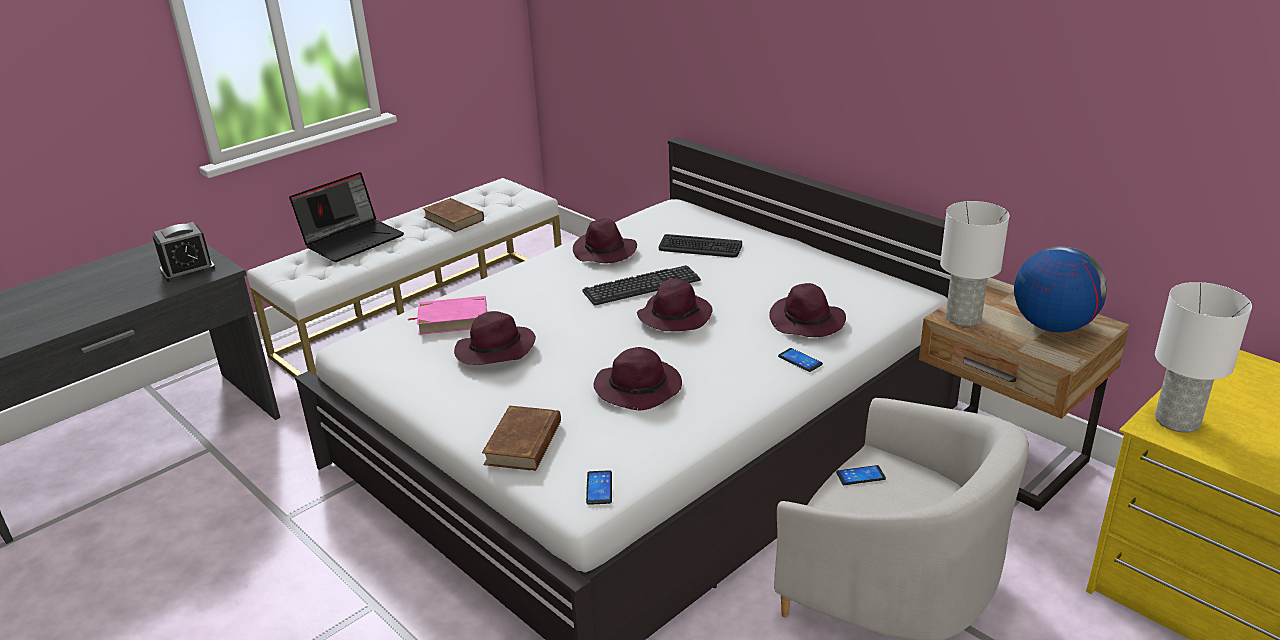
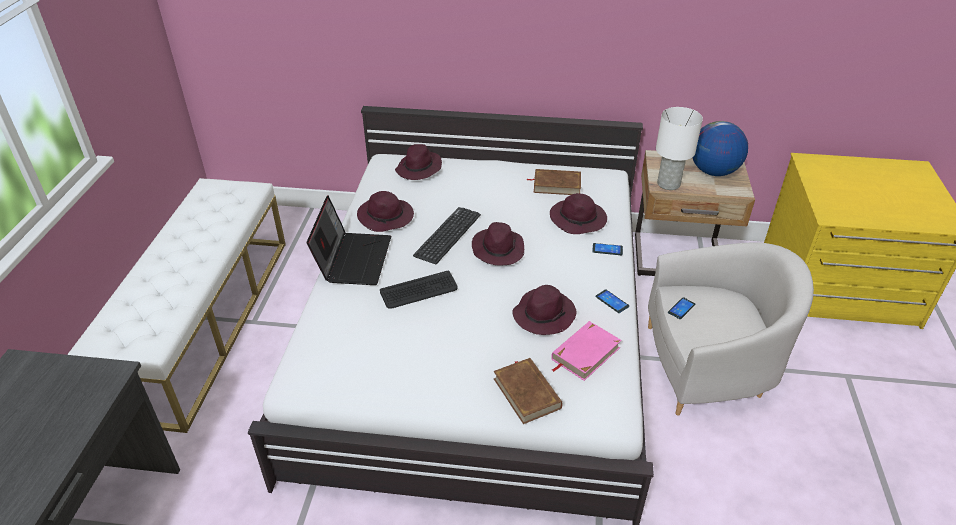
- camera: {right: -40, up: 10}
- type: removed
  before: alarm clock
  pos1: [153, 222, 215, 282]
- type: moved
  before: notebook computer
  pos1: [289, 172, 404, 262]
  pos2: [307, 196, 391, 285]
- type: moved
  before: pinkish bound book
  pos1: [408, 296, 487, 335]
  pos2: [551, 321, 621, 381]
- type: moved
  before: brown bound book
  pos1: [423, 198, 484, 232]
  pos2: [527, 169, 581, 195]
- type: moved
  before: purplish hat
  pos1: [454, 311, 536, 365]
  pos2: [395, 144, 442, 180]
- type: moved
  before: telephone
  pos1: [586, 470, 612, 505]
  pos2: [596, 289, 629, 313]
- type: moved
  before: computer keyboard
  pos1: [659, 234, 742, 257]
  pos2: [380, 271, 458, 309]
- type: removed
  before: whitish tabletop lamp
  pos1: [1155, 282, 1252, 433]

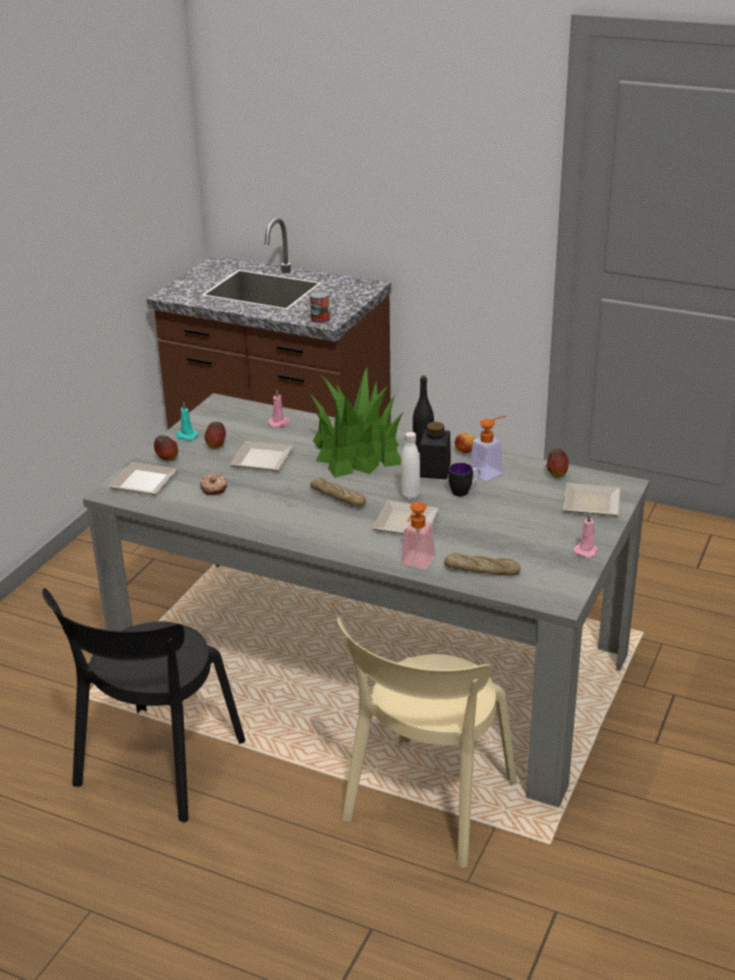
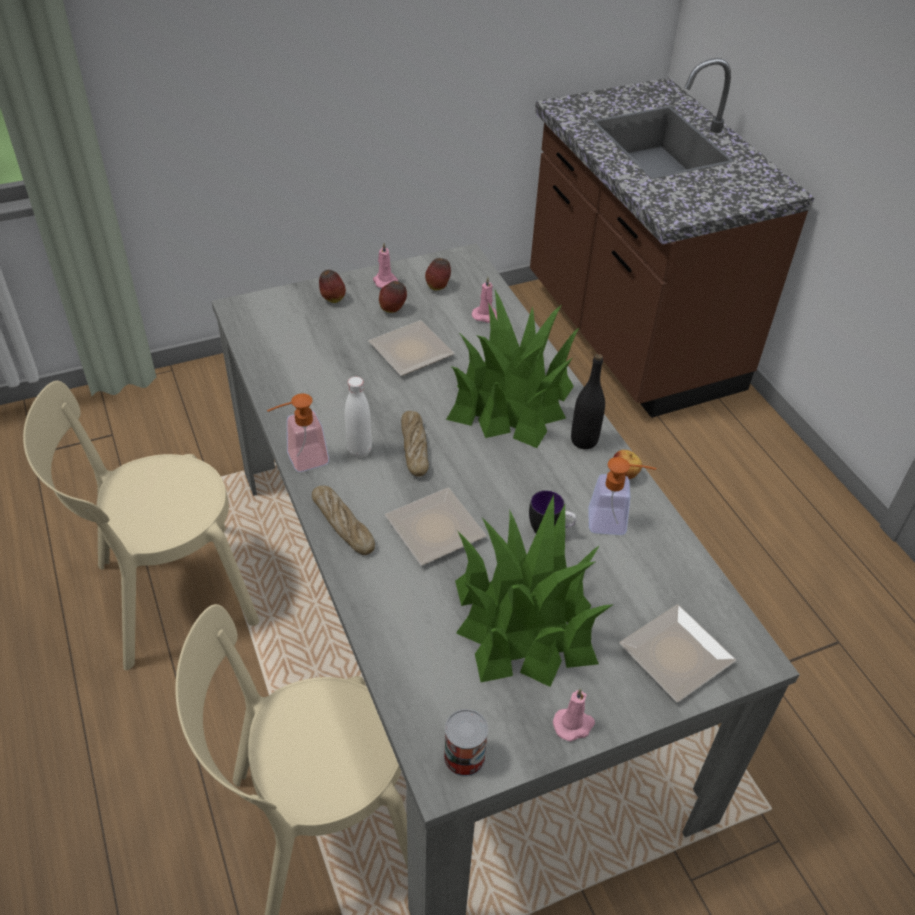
- camera: {right: 40, up: 15}
- type: recoloured
  before: black upright chair
  after: beige upright chair
  pos1: [42, 588, 245, 822]
  pos2: [23, 381, 259, 670]
- type: removed
  before: plate
  pos1: [109, 462, 178, 495]
- type: recoloured
  before: blue-green candle
  after: pinkish candle
  pos1: [176, 402, 198, 440]
  pos2: [373, 243, 398, 288]
- type: removed
  before: ring doughnut
  pos1: [200, 473, 227, 495]
- type: moved
  before: can
  pos1: [310, 290, 330, 324]
  pos2: [444, 709, 488, 777]
- type: moved
  before: whitish drink bottle
  pos1: [401, 432, 420, 500]
  pos2: [345, 377, 372, 458]
- type: moved
  before: liquid soap bottle
  pos1: [401, 502, 436, 570]
  pos2: [267, 393, 329, 472]
- type: removed
  before: black storage jar
  pos1: [420, 422, 451, 479]
- type: moved
  before: bakery bread
  pos1: [444, 553, 521, 576]
  pos2: [312, 485, 375, 555]
- type: moved
  before: whole apple
  pos1: [547, 449, 568, 478]
  pos2: [425, 258, 451, 291]
- type: added
  after: plant in a pot
  pos2: [455, 495, 614, 687]

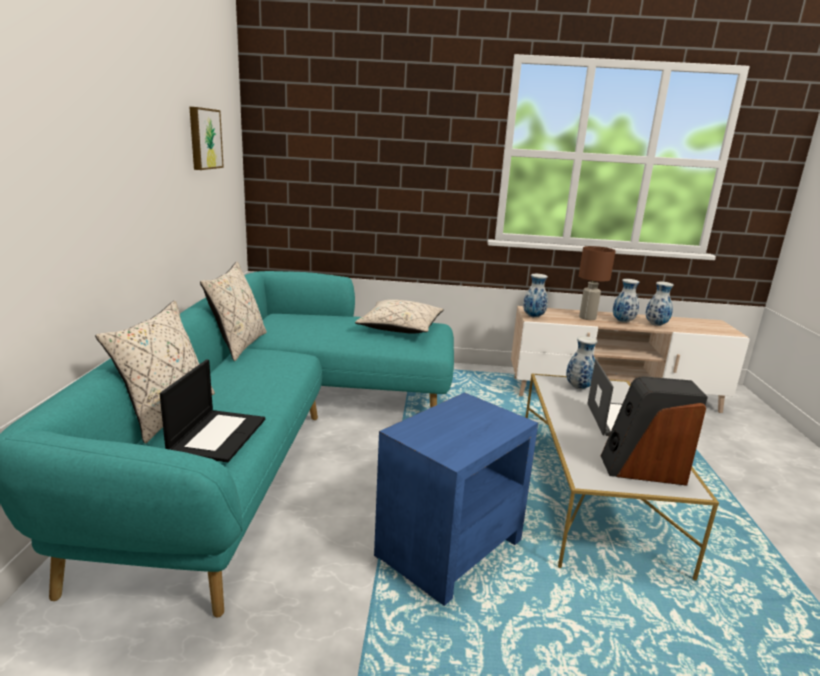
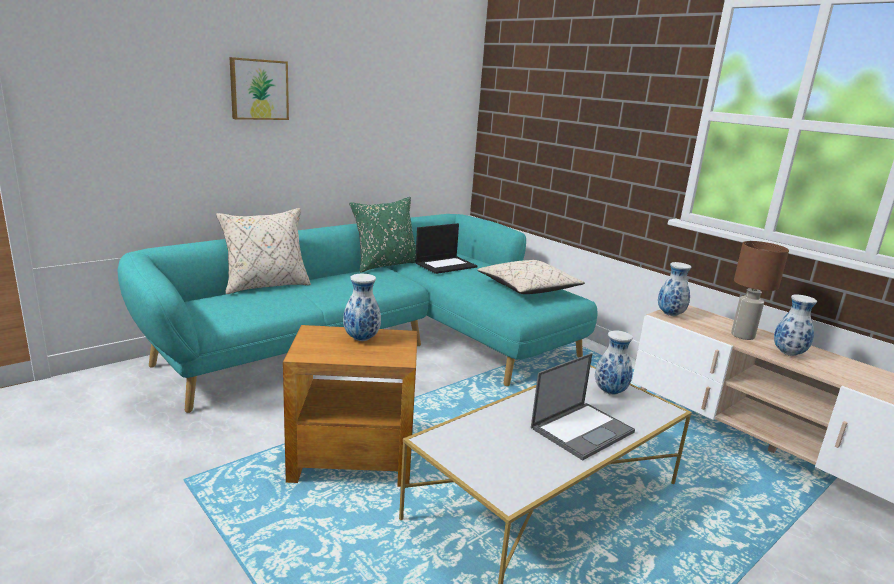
- camera: {right: 45, up: 0}
- type: moved
  before: notebook computer
  pos1: [160, 360, 265, 462]
  pos2: [415, 223, 478, 274]
- type: moved
  before: wall art
  pos1: [189, 107, 224, 170]
  pos2: [229, 57, 289, 120]
- type: recoloured
  before: beige cushion
  after: green cushion
  pos1: [200, 262, 267, 361]
  pos2: [349, 197, 416, 272]
- type: recoloured
  before: blue side table
  after: brown side table
  pos1: [374, 392, 538, 606]
  pos2: [283, 325, 417, 487]
- type: removed
  before: audio speaker
  pos1: [601, 376, 708, 486]
- type: moved
  before: vase
  pos1: [646, 282, 674, 326]
  pos2: [343, 274, 381, 341]

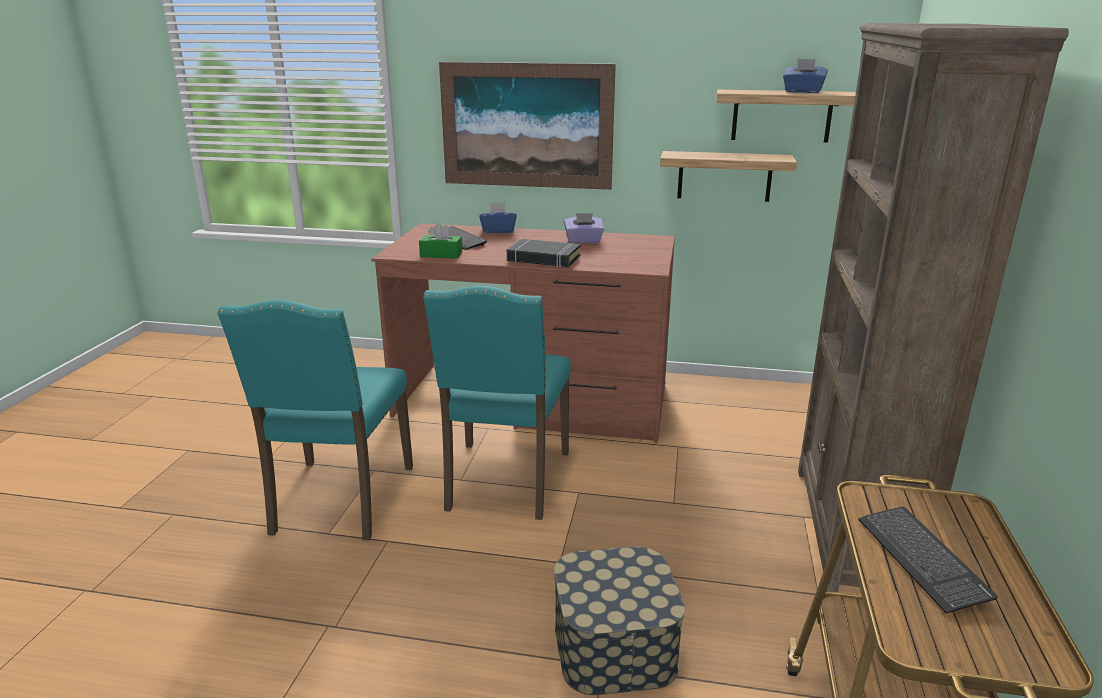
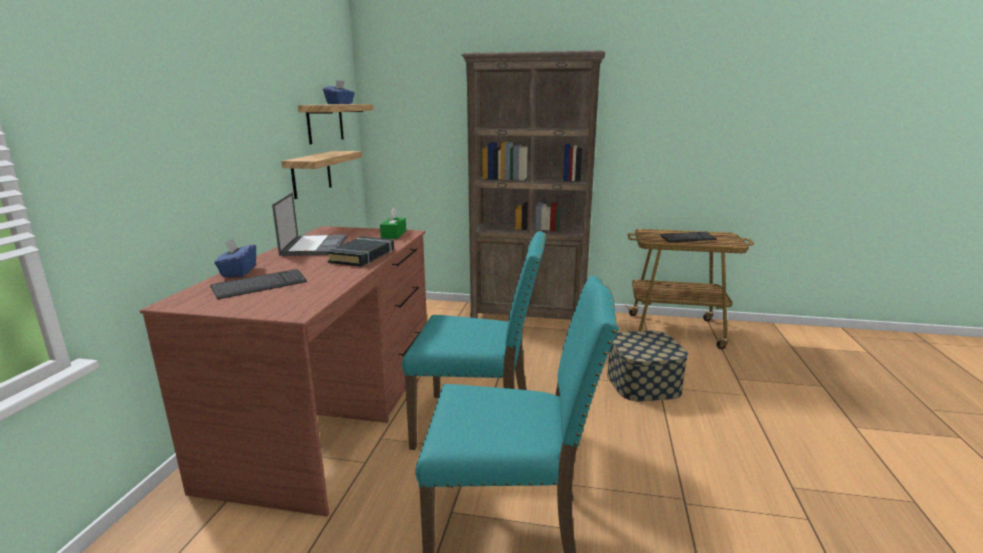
- camera: {right: -90, up: -5}
- type: moved
  before: green tissue box
  pos1: [419, 223, 462, 258]
  pos2: [380, 208, 406, 239]
- type: removed
  before: wall art
  pos1: [439, 62, 616, 190]
- type: replaced
  before: purplish tissue box
  after: notebook computer
  pos1: [564, 213, 604, 244]
  pos2: [272, 192, 347, 256]

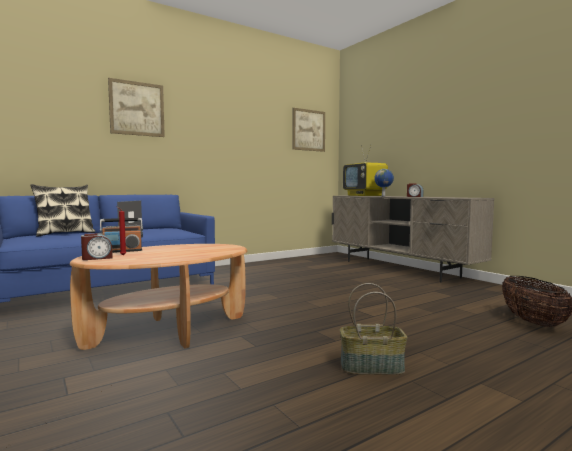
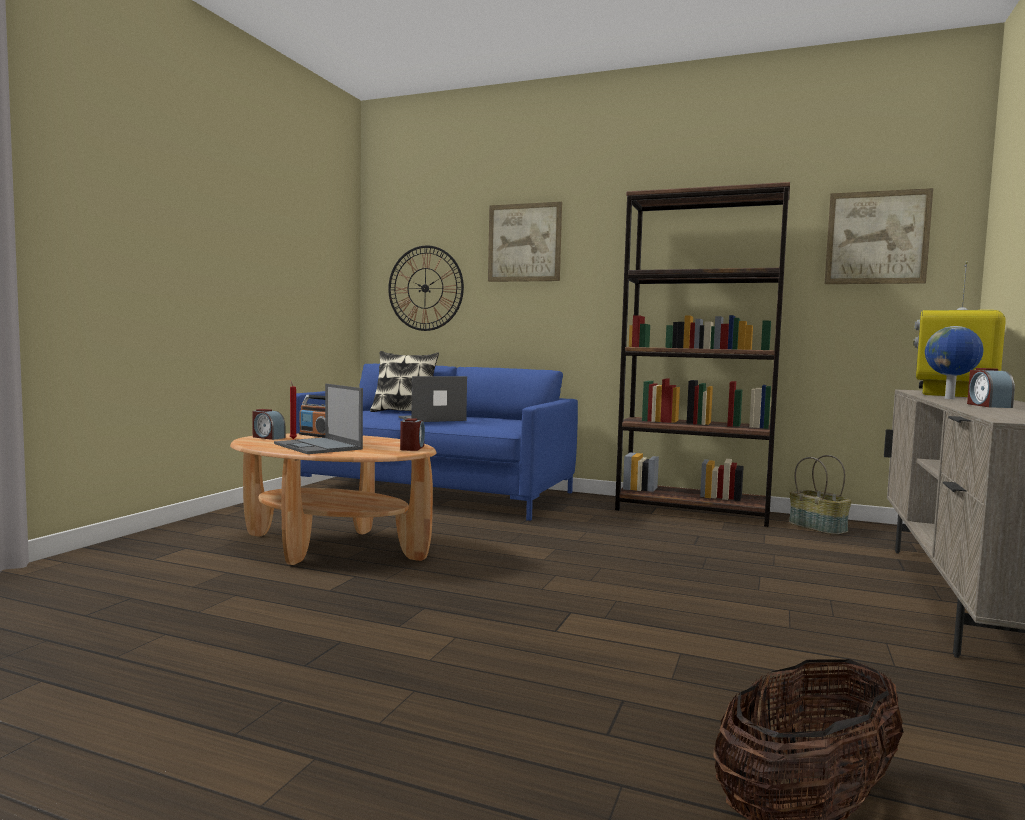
- camera: {right: 55, up: 0}
- type: moved
  before: basket
  pos1: [340, 283, 407, 375]
  pos2: [789, 455, 852, 535]
- type: added
  after: notebook computer
  pos2: [274, 384, 363, 454]
- type: added
  after: clock on the wall
  pos2: [388, 245, 464, 331]
- type: added
  after: alarm clock
  pos2: [400, 418, 425, 451]
- type: added
  after: brown bookshelf
  pos2: [615, 182, 790, 527]

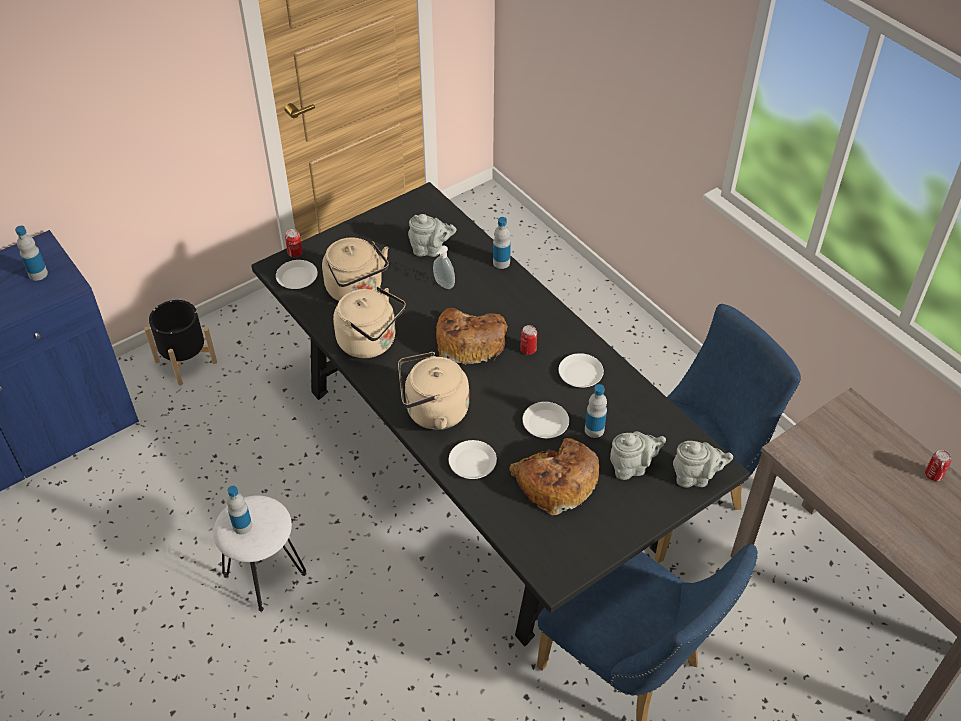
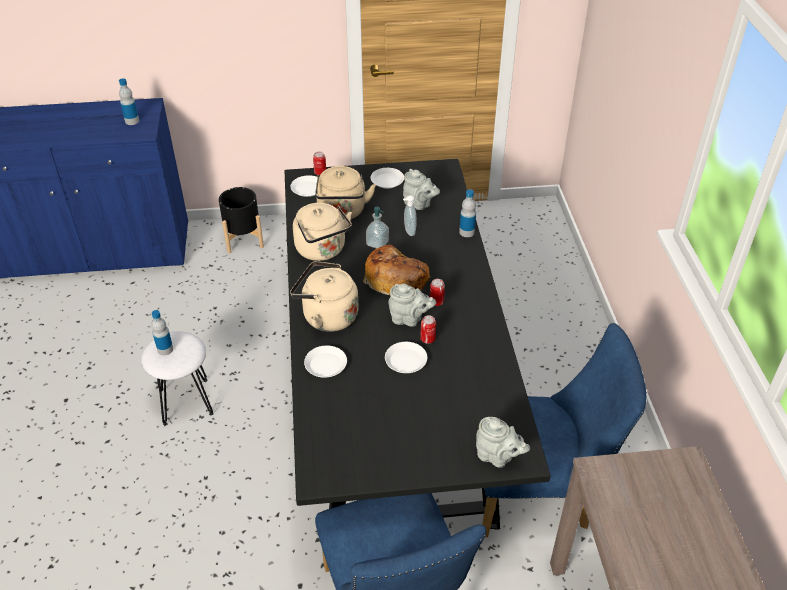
- camera: {right: 30, up: -5}
- type: removed
  before: bakery bread
  pos1: [509, 438, 599, 515]
- type: moved
  before: whitish plate
  pos1: [559, 353, 604, 388]
  pos2: [370, 168, 404, 189]
- type: removed
  before: drink bottle
  pos1: [585, 384, 607, 438]
- type: moved
  before: greyish tea pot
  pos1: [610, 431, 666, 480]
  pos2: [388, 284, 437, 327]
- type: moved
  before: can
  pos1: [925, 450, 951, 481]
  pos2: [420, 315, 436, 344]
- type: added
  after: liquid soap bottle
  pos2: [366, 207, 389, 249]

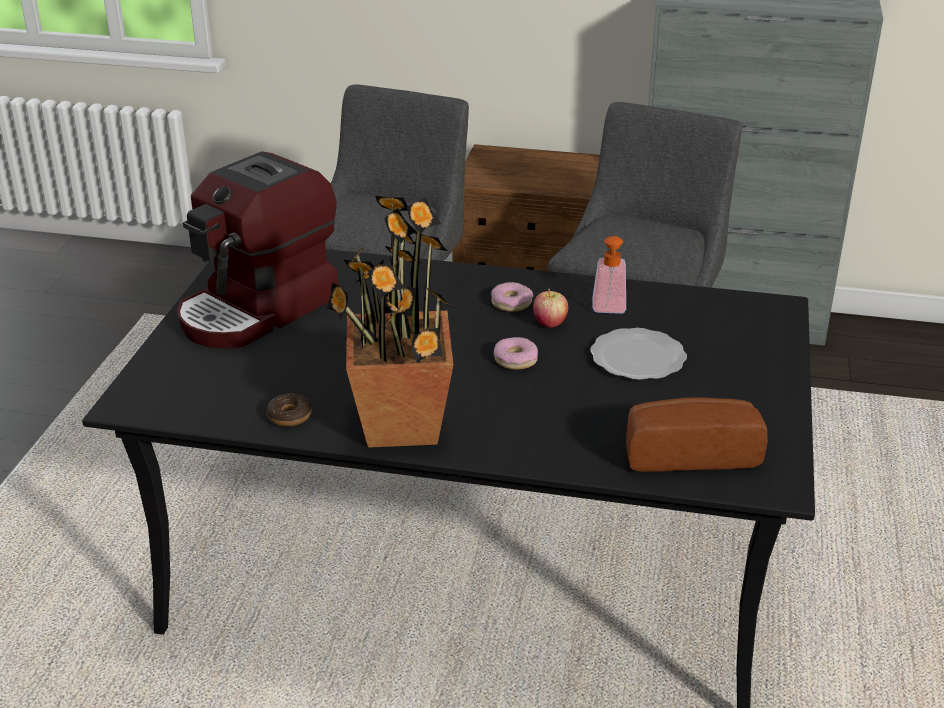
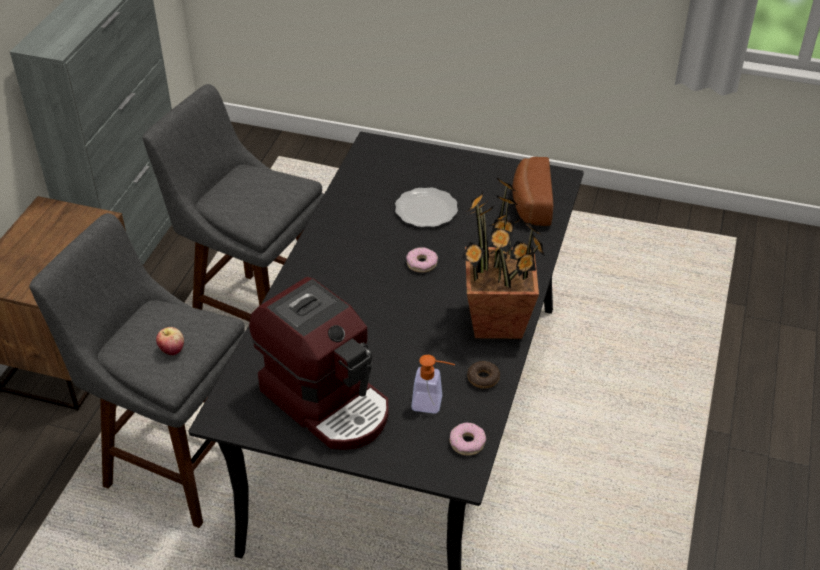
- camera: {right: -85, up: 10}
- type: moved
  before: ring doughnut
  pos1: [491, 282, 533, 312]
  pos2: [450, 423, 486, 455]
- type: moved
  before: whole apple
  pos1: [533, 289, 568, 328]
  pos2: [156, 327, 184, 355]
- type: moved
  before: liquid soap bottle
  pos1: [593, 236, 626, 314]
  pos2: [411, 355, 455, 414]

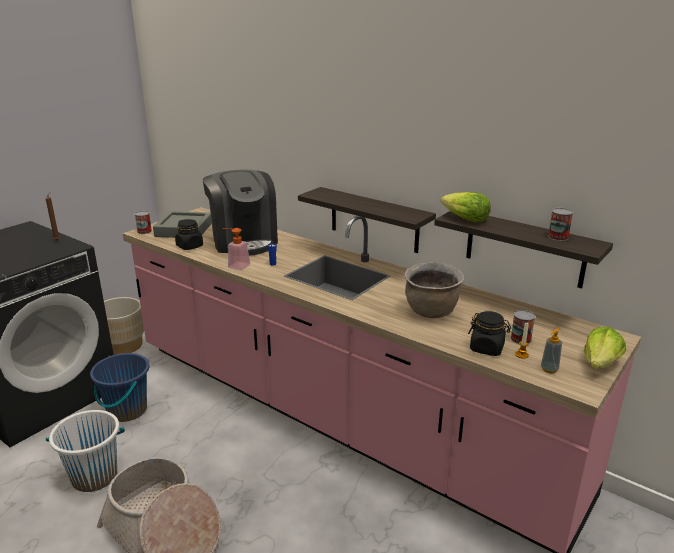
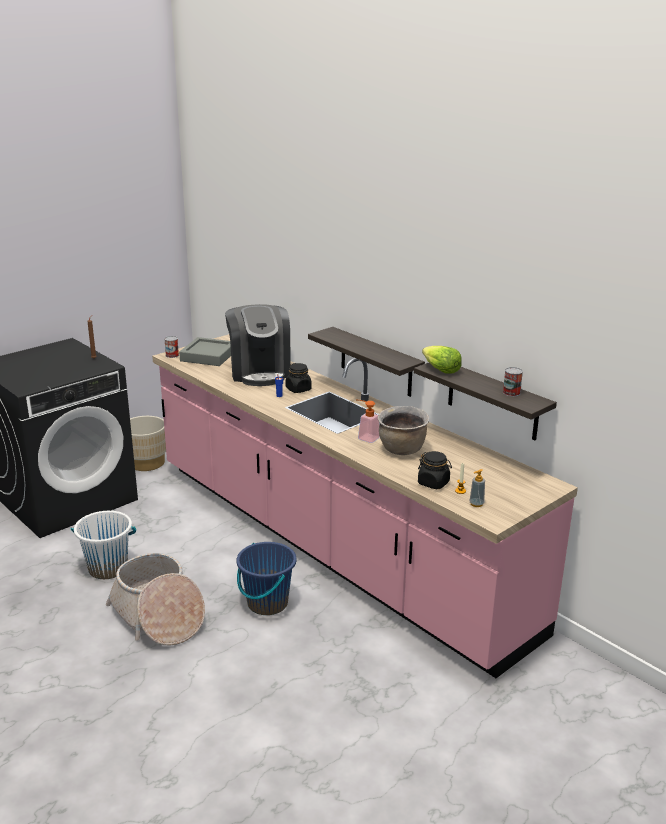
- camera: {right: 10, up: 0}
- type: moved
  before: blue water bucket
  pos1: [90, 353, 150, 422]
  pos2: [237, 542, 296, 615]
- type: moved
  before: black storage jar
  pos1: [175, 219, 203, 250]
  pos2: [286, 363, 312, 393]
- type: moved
  before: liquid soap bottle
  pos1: [222, 228, 250, 270]
  pos2: [358, 400, 380, 443]
- type: removed
  before: can
  pos1: [511, 310, 535, 344]
- type: removed
  before: lettuce
  pos1: [584, 326, 626, 369]

